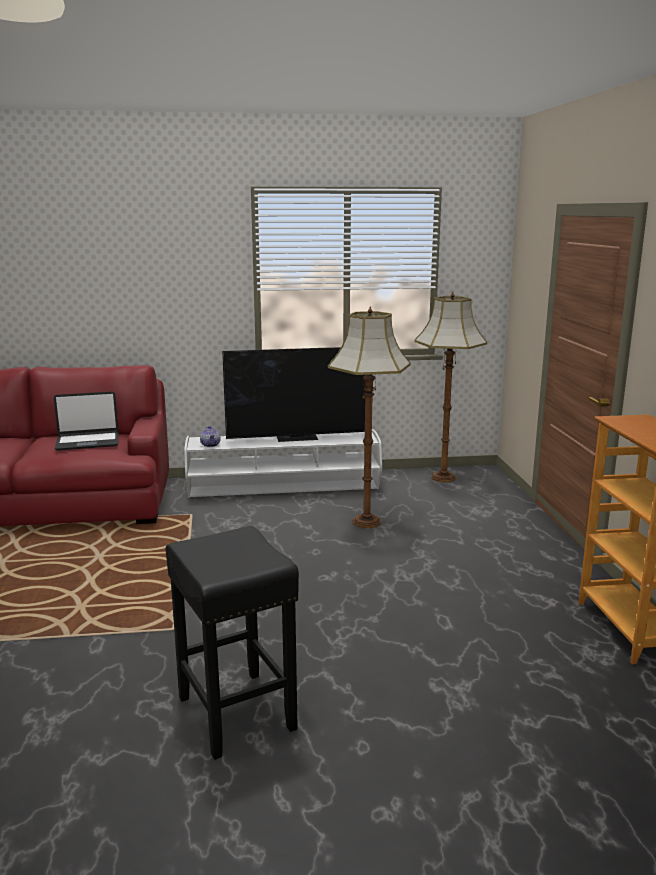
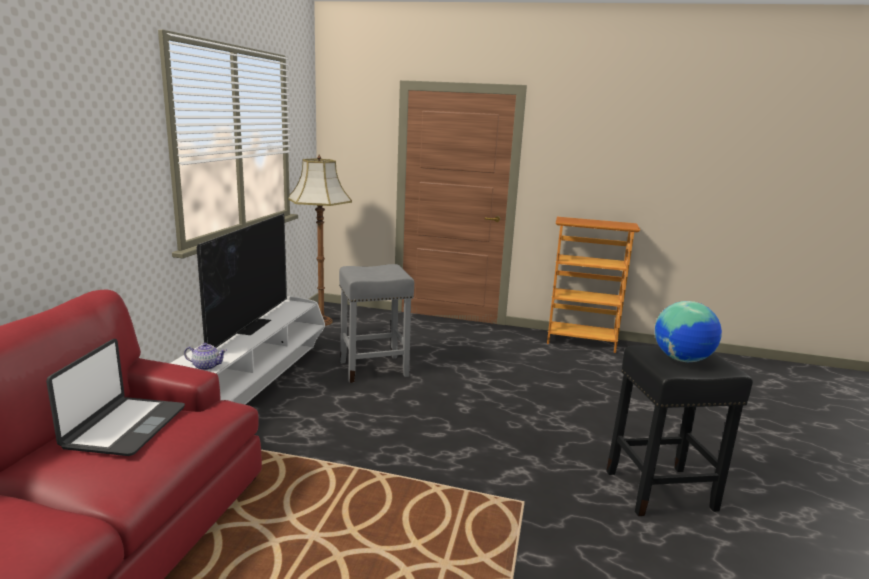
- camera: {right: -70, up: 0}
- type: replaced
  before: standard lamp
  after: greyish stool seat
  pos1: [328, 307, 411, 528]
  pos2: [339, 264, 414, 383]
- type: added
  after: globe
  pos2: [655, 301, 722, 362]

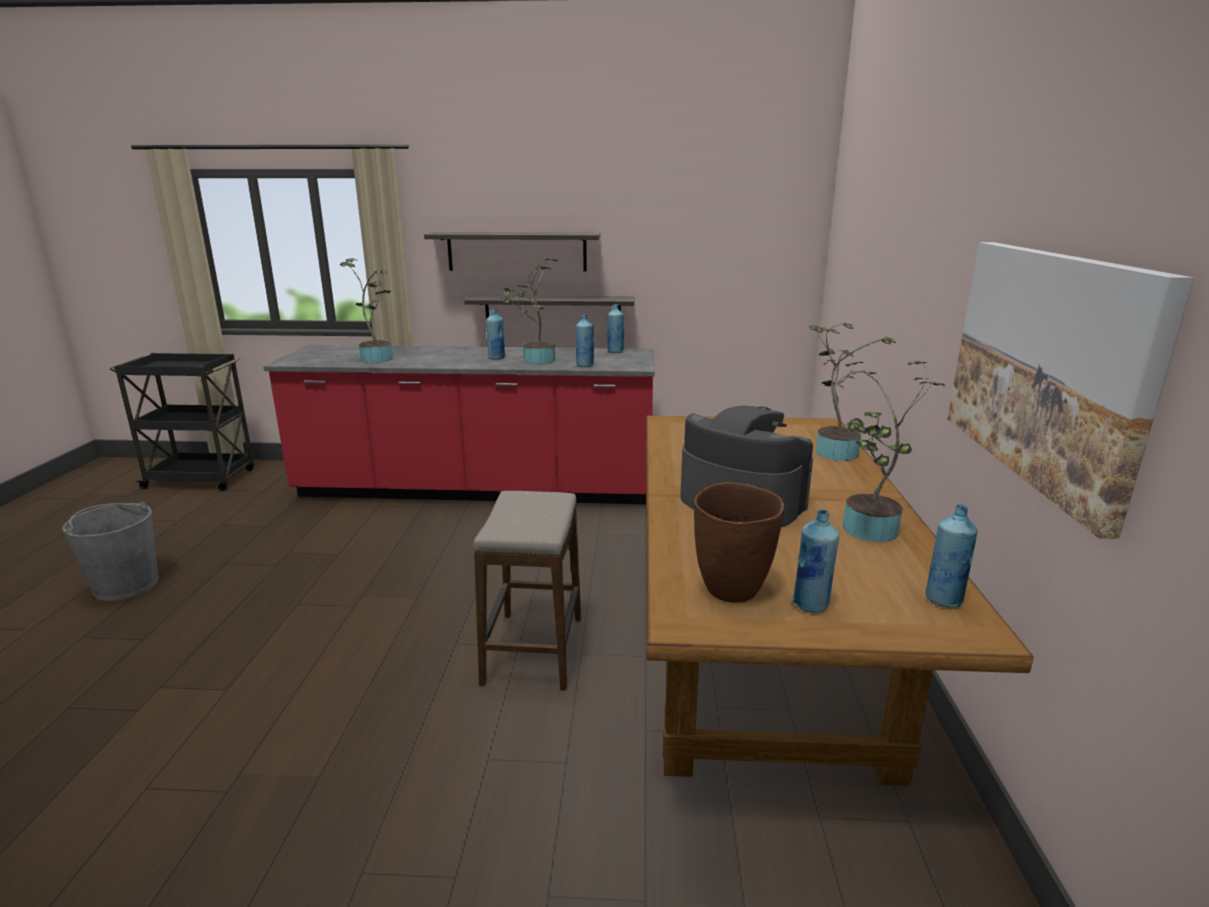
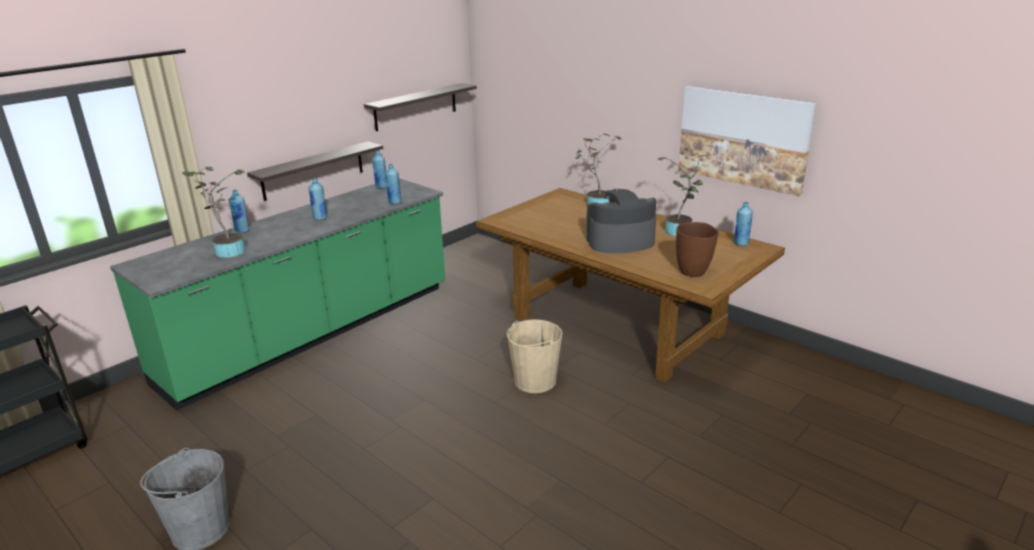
- camera: {right: -50, up: 5}
- type: recoloured
  before: reddish kitchen base unit
  after: green kitchen base unit
  pos1: [263, 345, 654, 504]
  pos2: [110, 178, 445, 411]
- type: moved
  before: bracket shelf
  pos1: [424, 232, 601, 272]
  pos2: [364, 83, 477, 131]
- type: replaced
  before: stool seat
  after: beige water bucket
  pos1: [473, 491, 581, 691]
  pos2: [507, 319, 562, 393]
- type: removed
  before: plant in a pot
  pos1: [501, 259, 558, 364]
- type: moved
  before: blue drink bottle
  pos1: [792, 509, 839, 613]
  pos2: [229, 190, 250, 233]

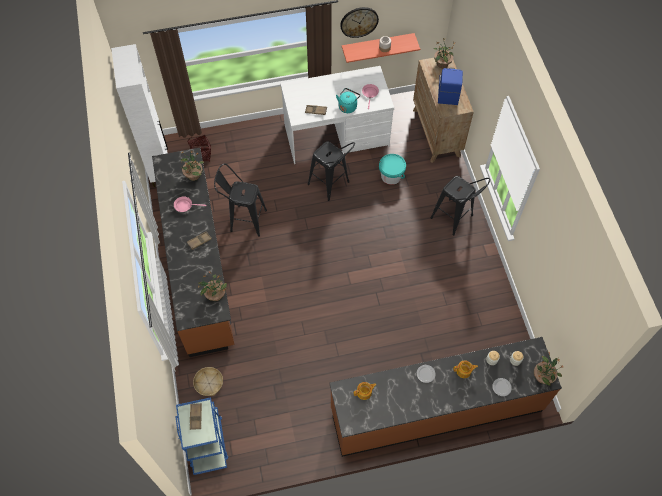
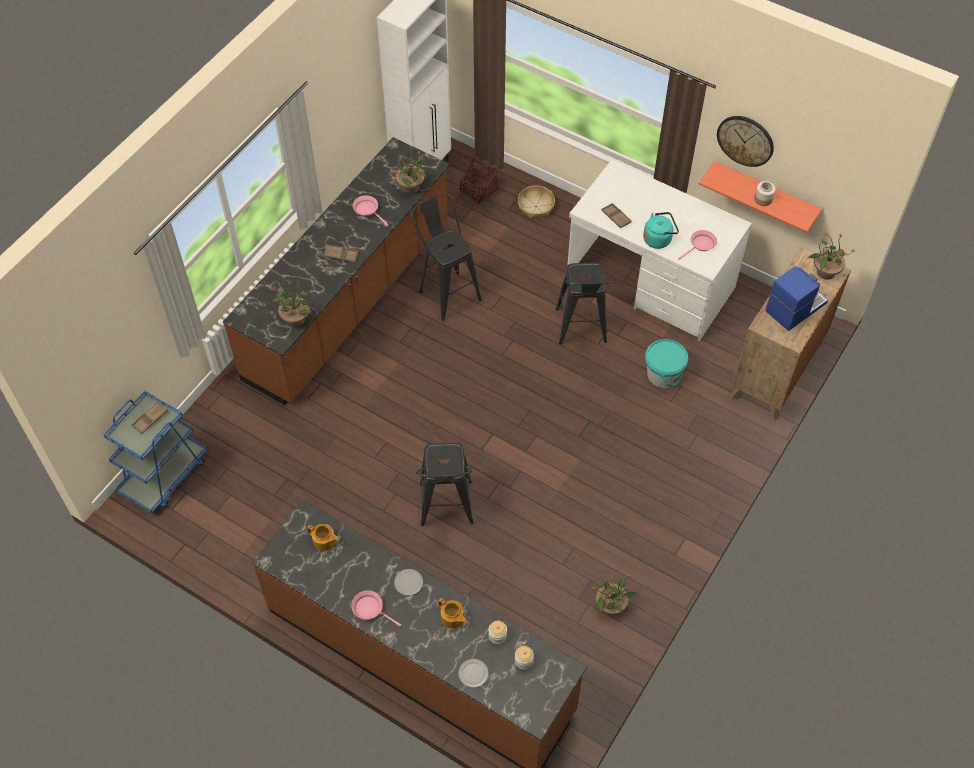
- camera: {right: 45, up: -5}
- type: moved
  before: basket
  pos1: [193, 367, 223, 396]
  pos2: [518, 186, 555, 219]
- type: moved
  before: black stool seat
  pos1: [431, 176, 490, 236]
  pos2: [416, 443, 474, 526]
- type: moved
  before: plant in a pot
  pos1: [534, 352, 563, 386]
  pos2: [592, 574, 637, 615]
- type: added
  after: pinkish pan
  pos2: [351, 590, 401, 627]

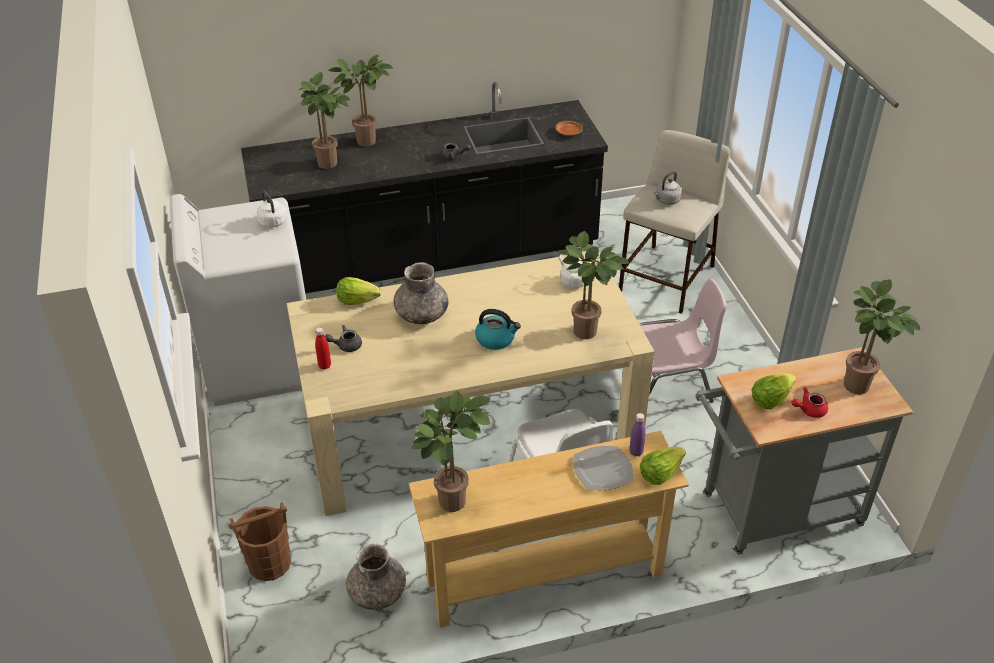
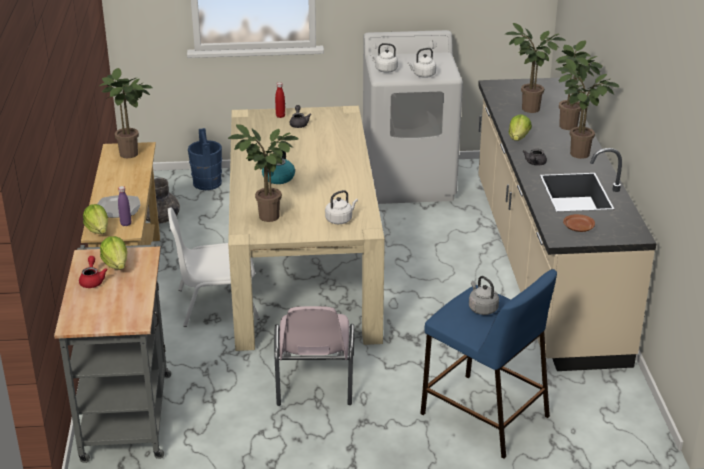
- camera: {right: 100, up: -10}
- type: recoloured
  before: brown water bucket
  after: blue water bucket
  pos1: [229, 502, 291, 581]
  pos2: [188, 128, 222, 190]
- type: recoloured
  before: black kitchen base unit
  after: beige kitchen base unit
  pos1: [241, 82, 608, 294]
  pos2: [478, 78, 657, 371]
- type: moved
  before: lettuce
  pos1: [336, 277, 381, 305]
  pos2: [509, 114, 532, 141]
- type: removed
  before: greyish vase
  pos1: [393, 262, 448, 324]
- type: recoloured
  before: beige stool seat
  after: blue stool seat
  pos1: [619, 130, 730, 314]
  pos2: [420, 269, 557, 459]
- type: moved
  before: plant in a pot
  pos1: [844, 280, 920, 394]
  pos2: [556, 59, 620, 159]
- type: added
  after: whitish water kettle
  pos2: [370, 43, 398, 73]

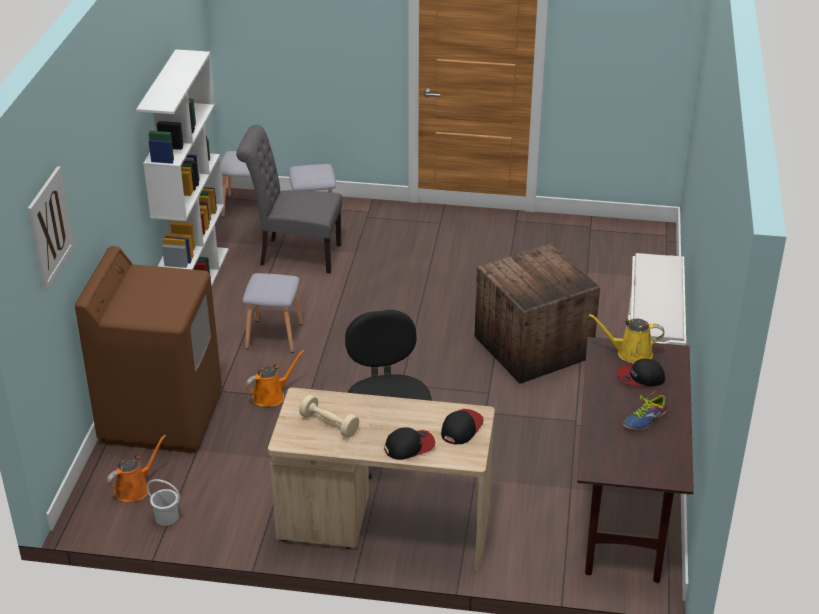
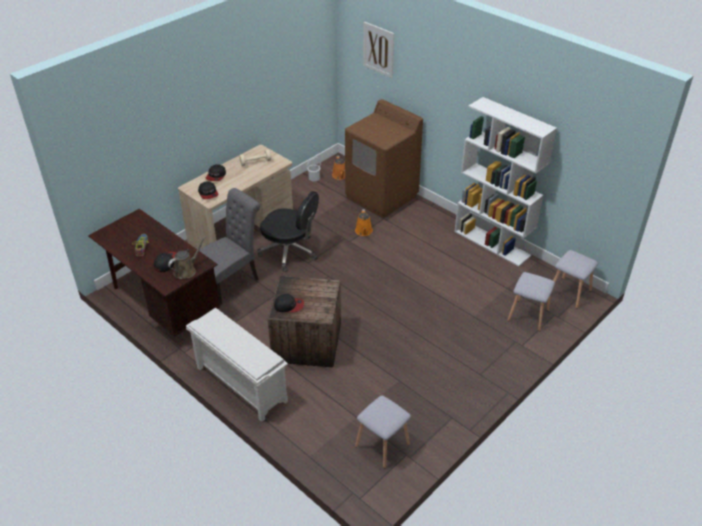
- camera: {right: 125, up: 5}
- type: moved
  before: greyish upright chair
  pos1: [236, 125, 343, 273]
  pos2: [199, 188, 260, 305]
- type: moved
  before: greyish stool seat
  pos1: [242, 273, 303, 353]
  pos2: [355, 396, 411, 468]
- type: recoloured
  before: yellow-coloured sprinkling can
  after: brown sprinkling can
  pos1: [589, 314, 664, 364]
  pos2: [168, 236, 206, 279]
- type: added
  after: baseball cap
  pos2: [274, 294, 304, 312]

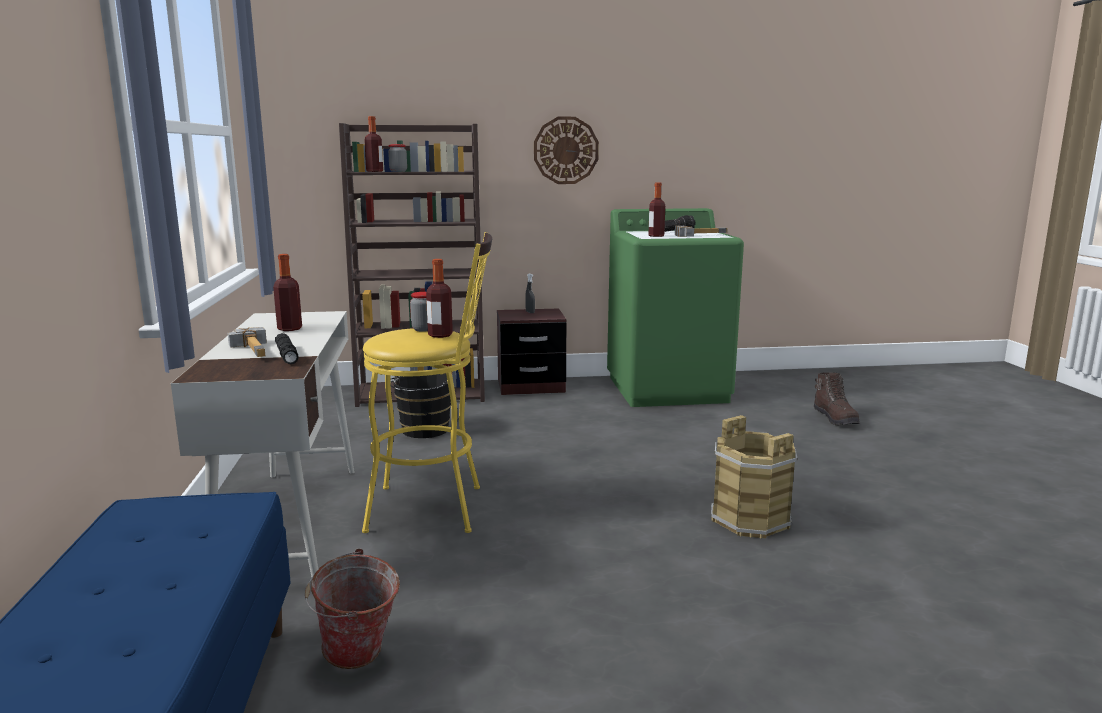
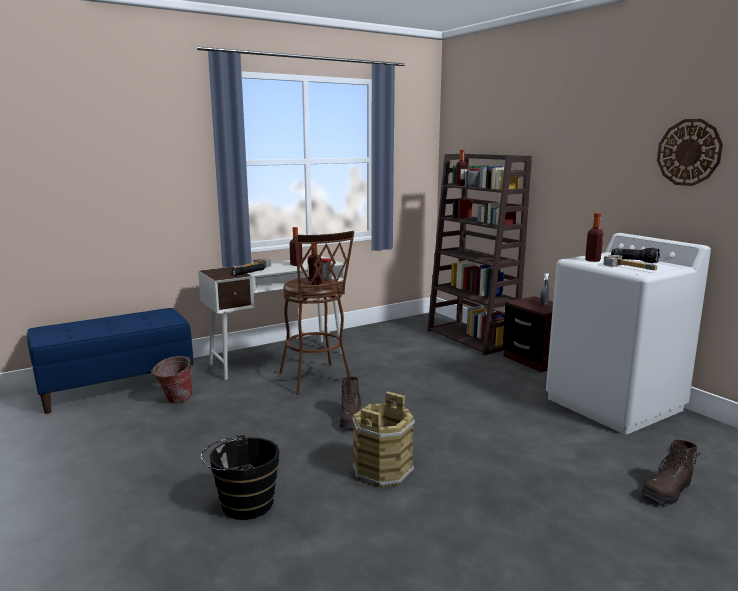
- camera: {right: 65, up: 0}
- type: recoloured
  before: yellow-coloured stool seat
  after: brown stool seat
  pos1: [362, 232, 492, 533]
  pos2: [279, 231, 355, 395]
- type: moved
  before: black water bucket
  pos1: [390, 373, 451, 438]
  pos2: [201, 435, 280, 520]
- type: moved
  before: clock on the wall
  pos1: [534, 117, 599, 184]
  pos2: [657, 119, 723, 186]
- type: recoloured
  before: green laundry machine
  after: whitish laundry machine
  pos1: [607, 208, 744, 407]
  pos2: [546, 233, 711, 434]
- type: added
  after: brown high-top boot
  pos2: [340, 377, 363, 428]

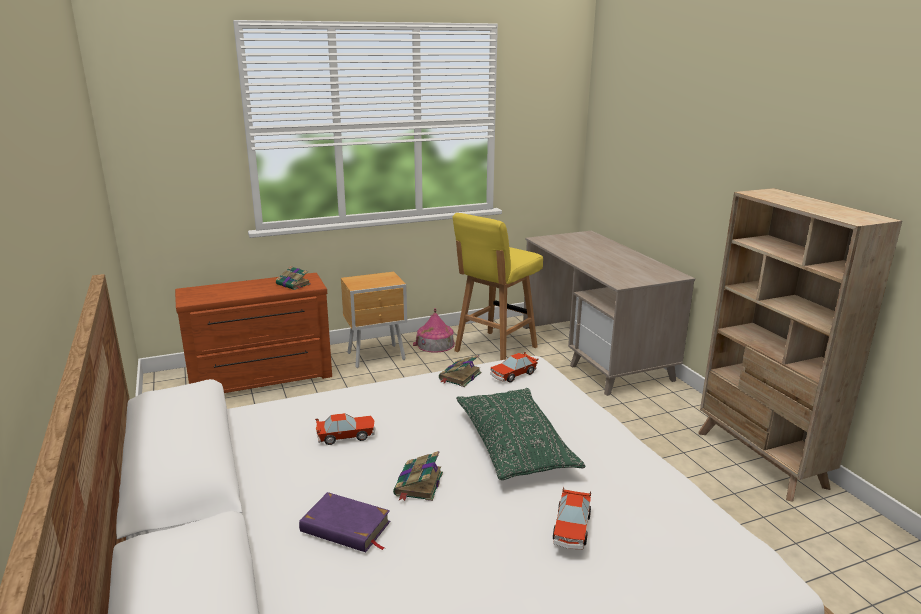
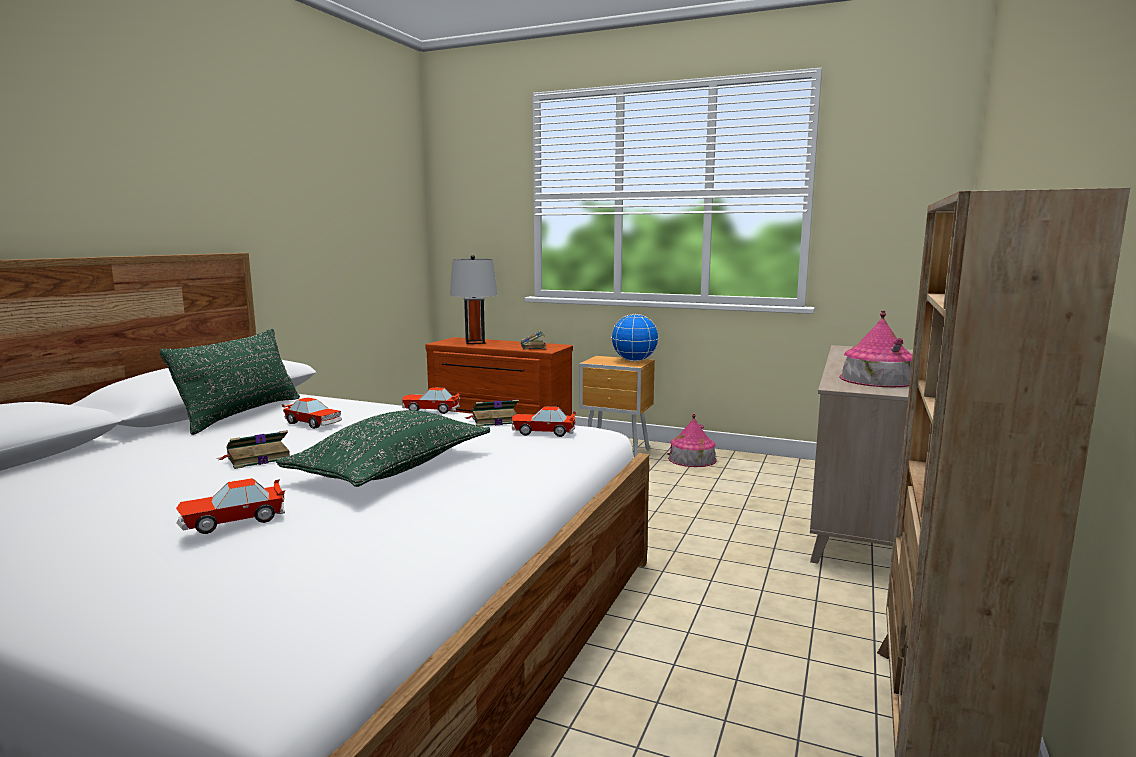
- camera: {right: 45, up: -10}
- type: removed
  before: purplish bound book
  pos1: [299, 492, 390, 552]
- type: removed
  before: yellow-coloured stool seat
  pos1: [452, 213, 543, 360]
- type: added
  after: green cushion
  pos2: [159, 329, 300, 435]
- type: added
  after: miniature car
  pos2: [402, 387, 461, 414]
- type: added
  after: greyish tabletop lamp
  pos2: [450, 255, 497, 344]
- type: added
  after: globe
  pos2: [611, 314, 659, 362]
- type: added
  after: miniature house
  pos2: [840, 310, 913, 387]

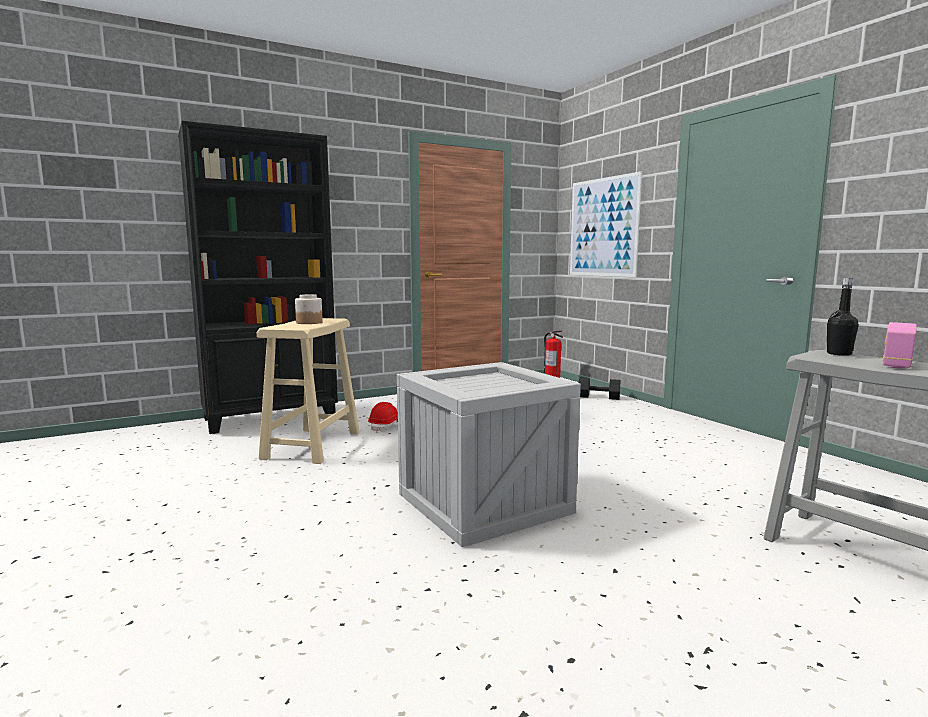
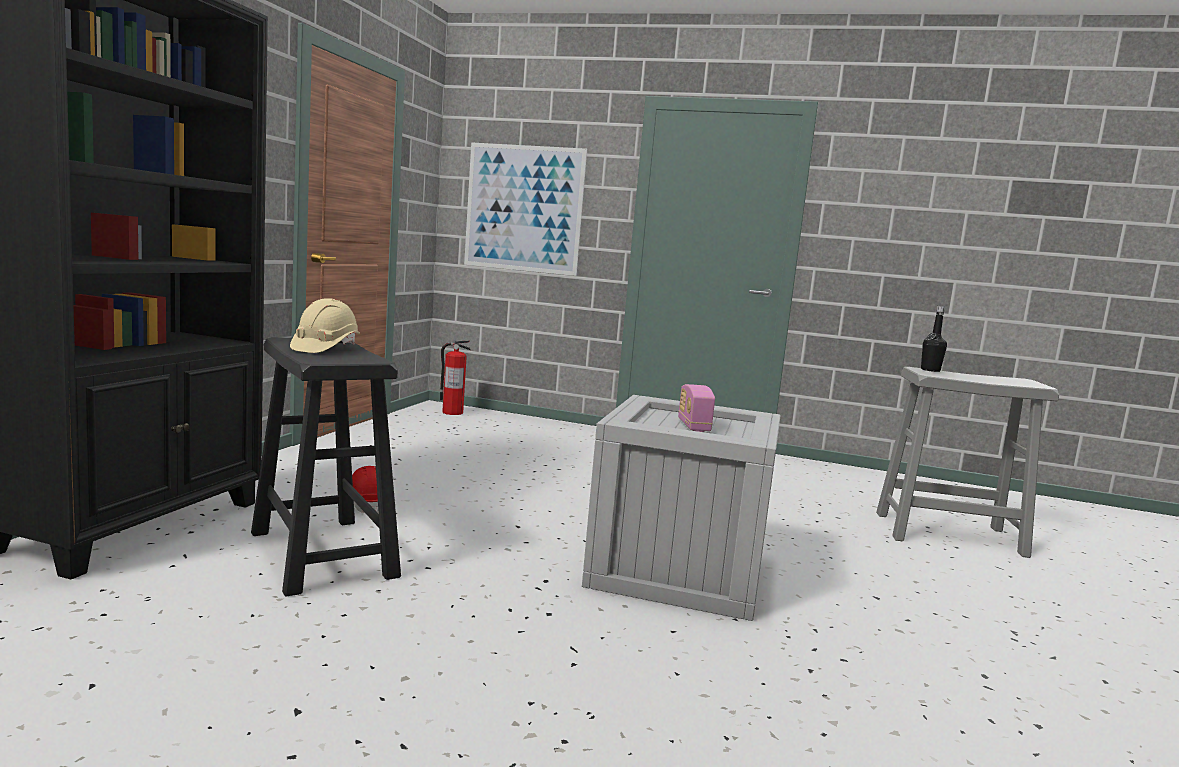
- camera: {right: -45, up: 0}
- type: recoloured
  before: beige stool seat
  after: black stool seat
  pos1: [257, 318, 360, 464]
  pos2: [251, 337, 401, 597]
- type: replaced
  before: storage jar
  after: beige work helmet
  pos1: [295, 294, 323, 324]
  pos2: [290, 298, 360, 353]
- type: removed
  before: black dumbbell
  pos1: [579, 378, 620, 400]
- type: moved
  before: radio
  pos1: [883, 322, 917, 369]
  pos2: [678, 384, 715, 432]

